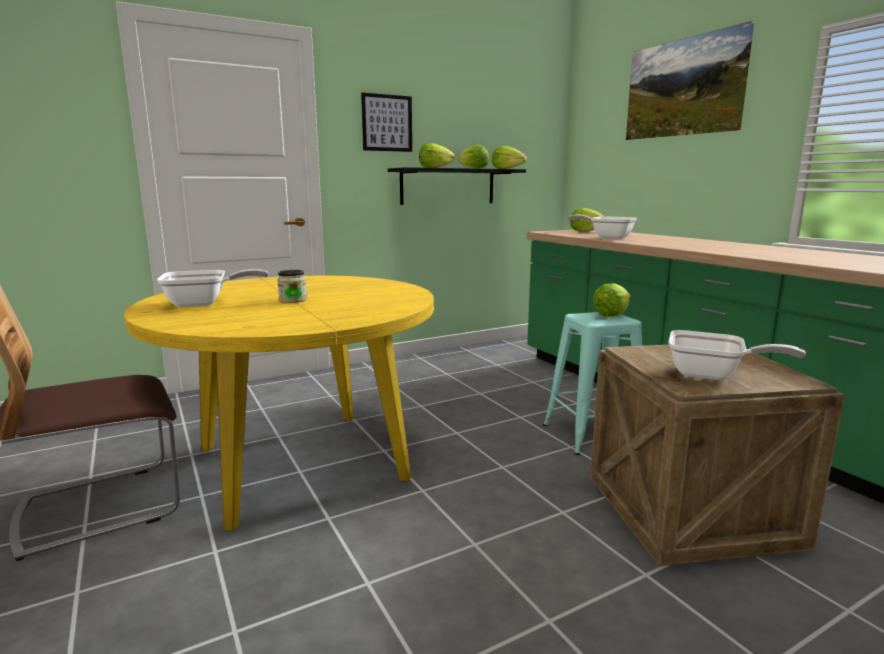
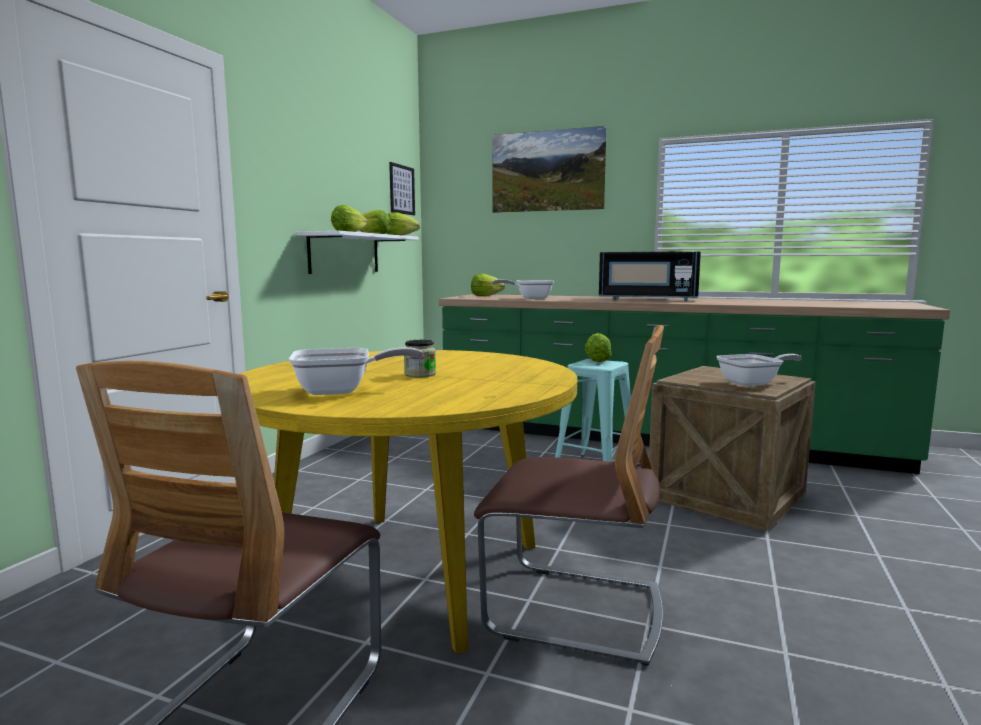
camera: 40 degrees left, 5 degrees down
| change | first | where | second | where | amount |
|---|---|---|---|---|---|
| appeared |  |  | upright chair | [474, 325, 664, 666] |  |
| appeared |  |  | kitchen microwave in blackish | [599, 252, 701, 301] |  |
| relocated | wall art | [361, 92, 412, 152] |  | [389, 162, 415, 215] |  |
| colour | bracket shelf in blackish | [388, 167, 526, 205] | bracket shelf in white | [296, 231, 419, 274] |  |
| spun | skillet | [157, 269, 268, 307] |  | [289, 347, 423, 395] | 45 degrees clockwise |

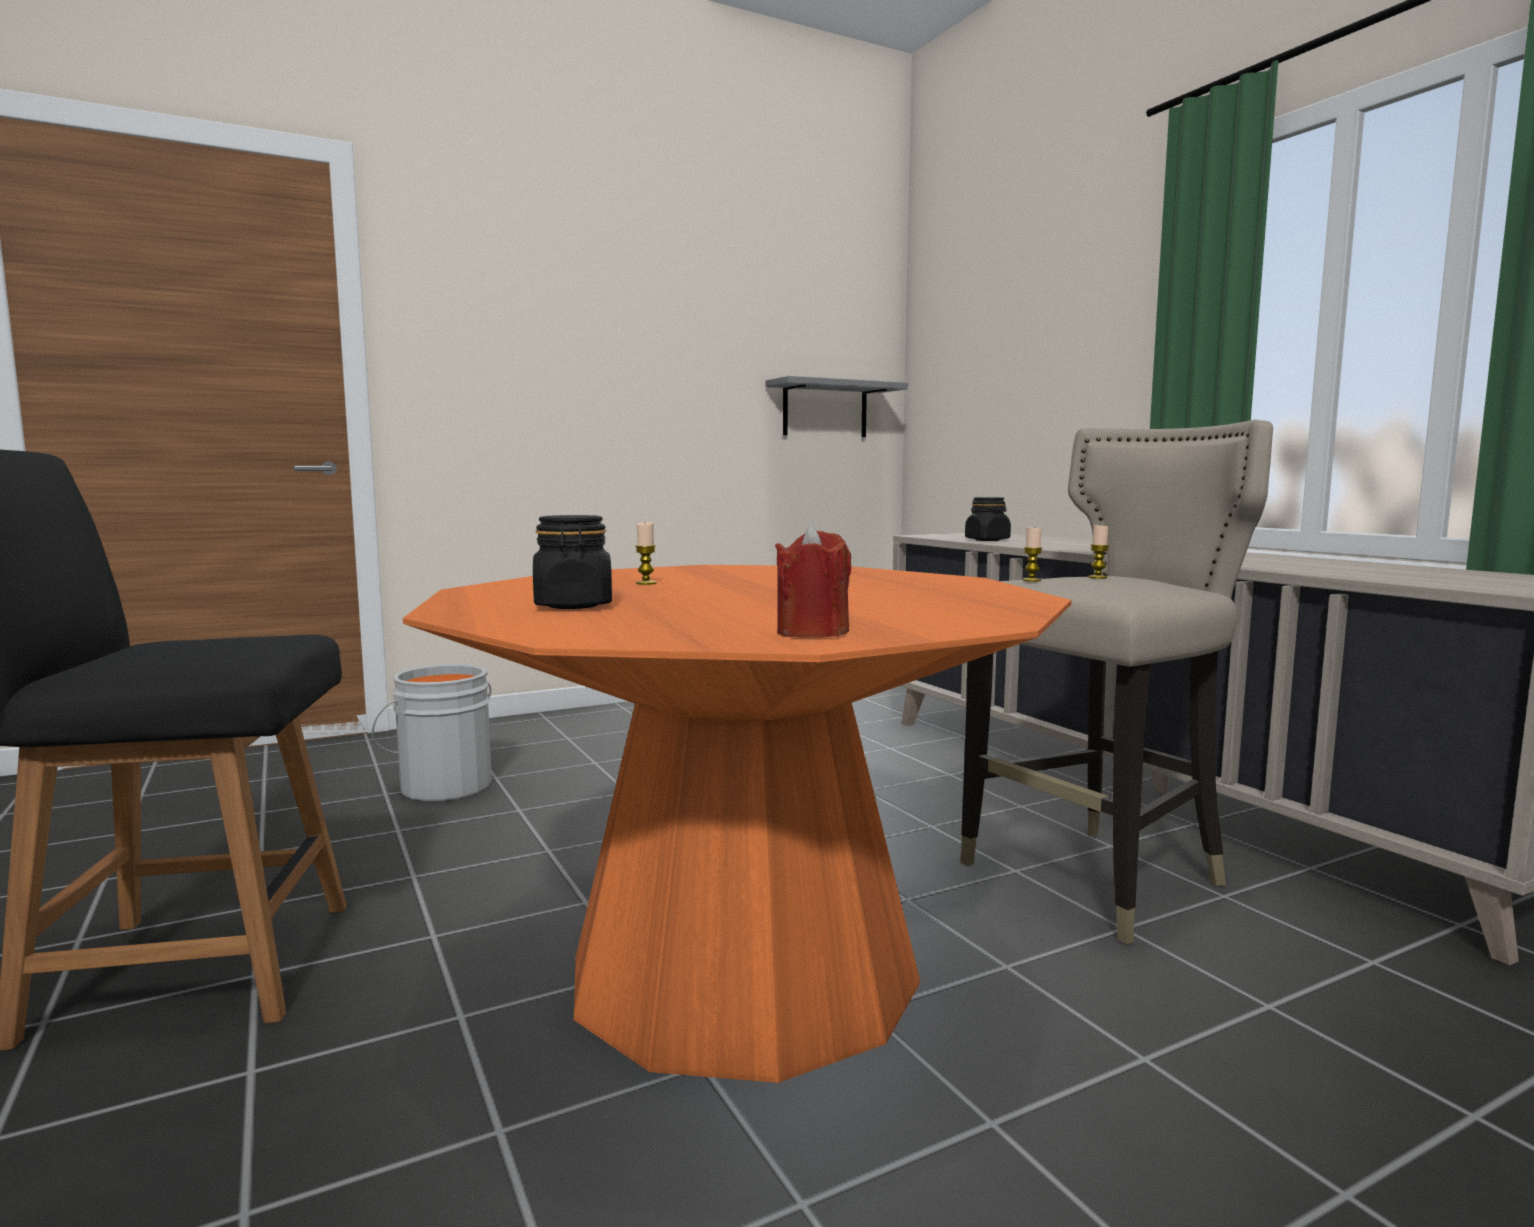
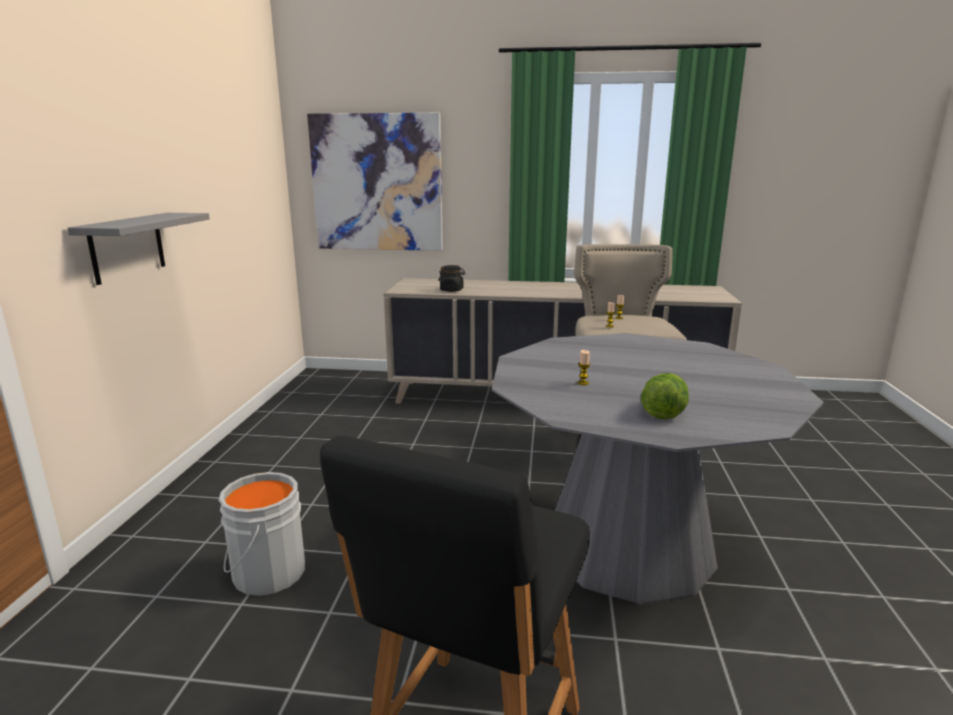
camera: 55 degrees left, 10 degrees up
| change | first | where | second | where | amount |
|---|---|---|---|---|---|
| missing | candle in reddish | [775, 525, 851, 638] |  |  |  |
| appeared |  |  | wall art | [307, 113, 443, 251] |  |
| relocated | bracket shelf in greyish | [766, 376, 908, 437] |  | [67, 213, 210, 285] |  |
| exchanged | preserve jar in blackish | [533, 515, 612, 609] | lettuce | [641, 373, 689, 420] |  |
| colour | kitchen table in orangey | [403, 565, 1072, 1083] | kitchen table in greyish | [492, 333, 824, 605] |  |

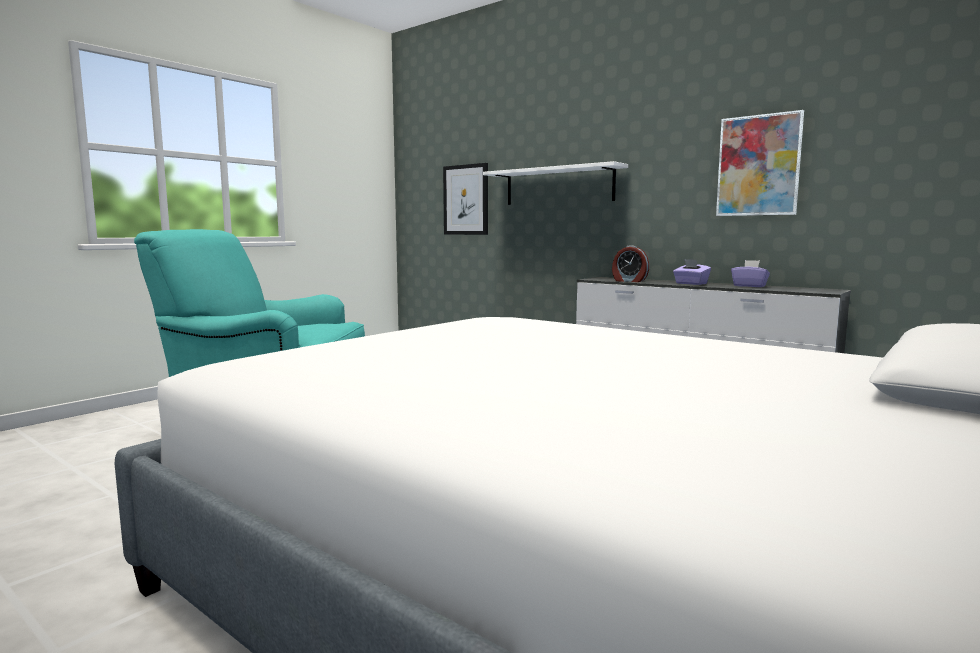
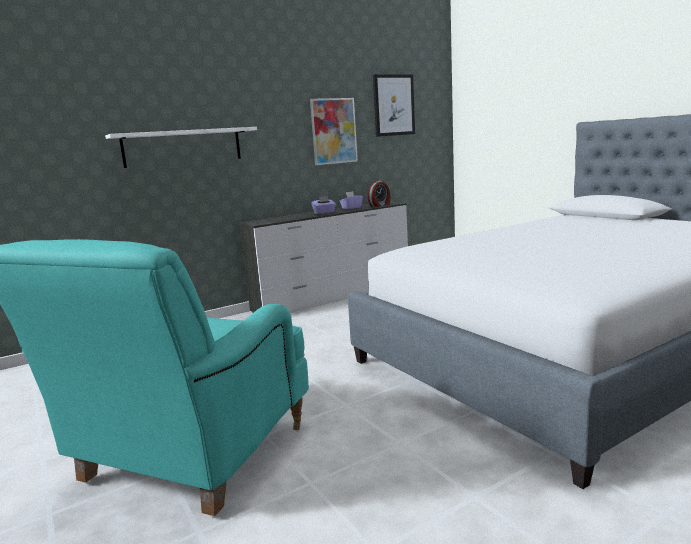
camera: 70 degrees left, 5 degrees up
| change | first | where | second | where | amount |
|---|---|---|---|---|---|
| relocated | wall art | [443, 163, 488, 235] |  | [373, 74, 415, 137] |  |
| relocated | table clock | [612, 245, 649, 282] |  | [368, 181, 391, 207] |  |

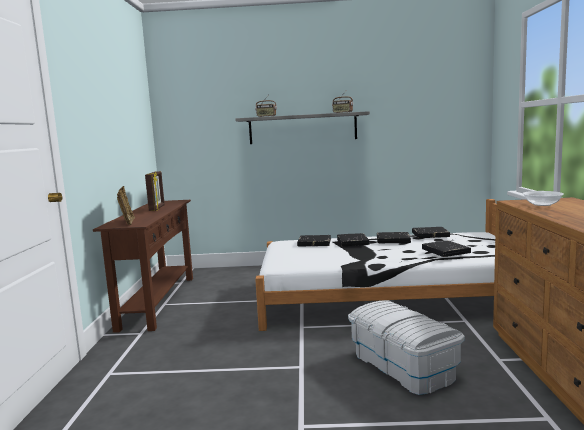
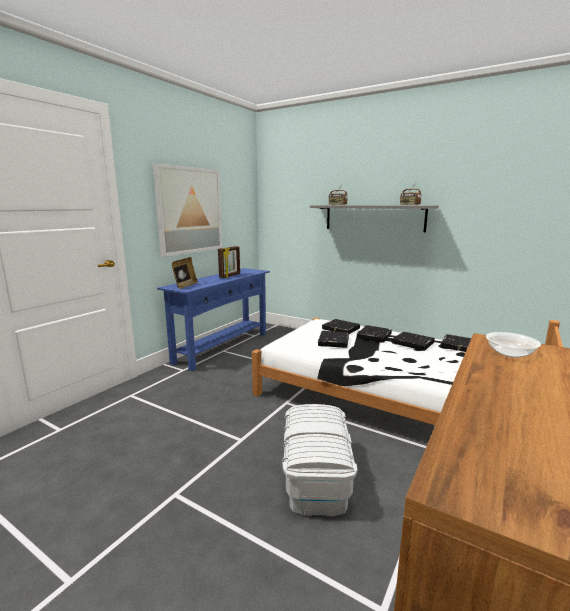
camera: 30 degrees right, 5 degrees up
| change | first | where | second | where | amount |
|---|---|---|---|---|---|
| appeared |  |  | wall art | [153, 163, 222, 257] |  |
| relocated | book in blackish | [422, 241, 471, 257] |  | [318, 331, 349, 348] |  |
| colour | narrow table in brownish | [93, 200, 193, 333] | narrow table in bluish | [157, 268, 270, 371] |  |

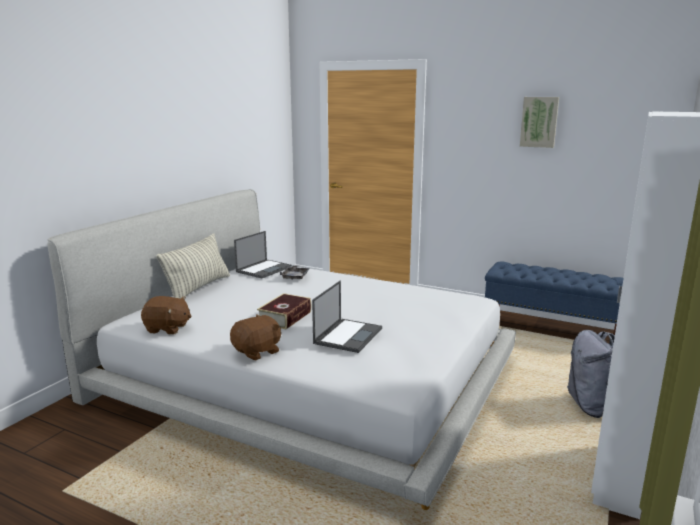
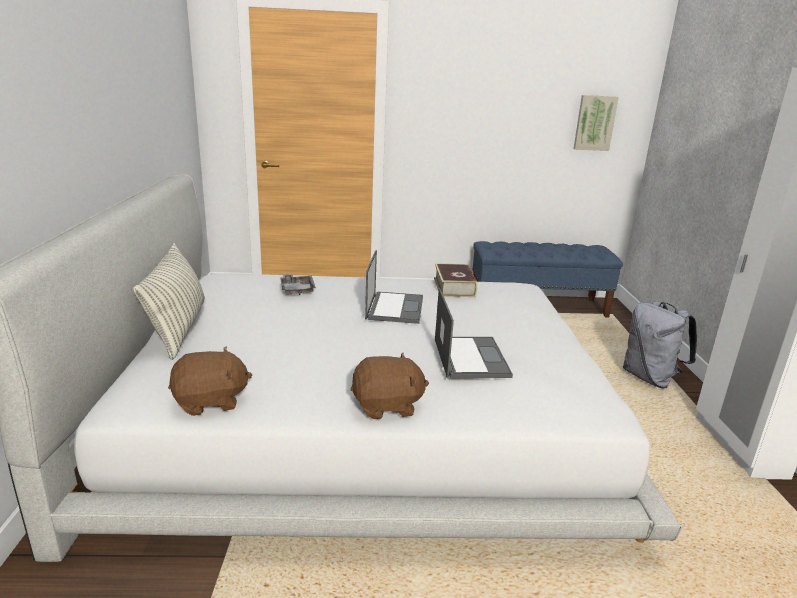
camera: 30 degrees left, 5 degrees up
| change | first | where | second | where | amount |
|---|---|---|---|---|---|
| relocated | notebook computer | [234, 231, 292, 279] |  | [365, 250, 423, 324] |  |
| relocated | book | [257, 293, 311, 329] |  | [434, 263, 477, 297] |  |
| relocated | wall art | [520, 97, 559, 148] |  | [573, 95, 619, 151] |  |
| spun | plush toy in brownish | [230, 314, 281, 360] |  | [351, 353, 429, 419] | 60 degrees clockwise |

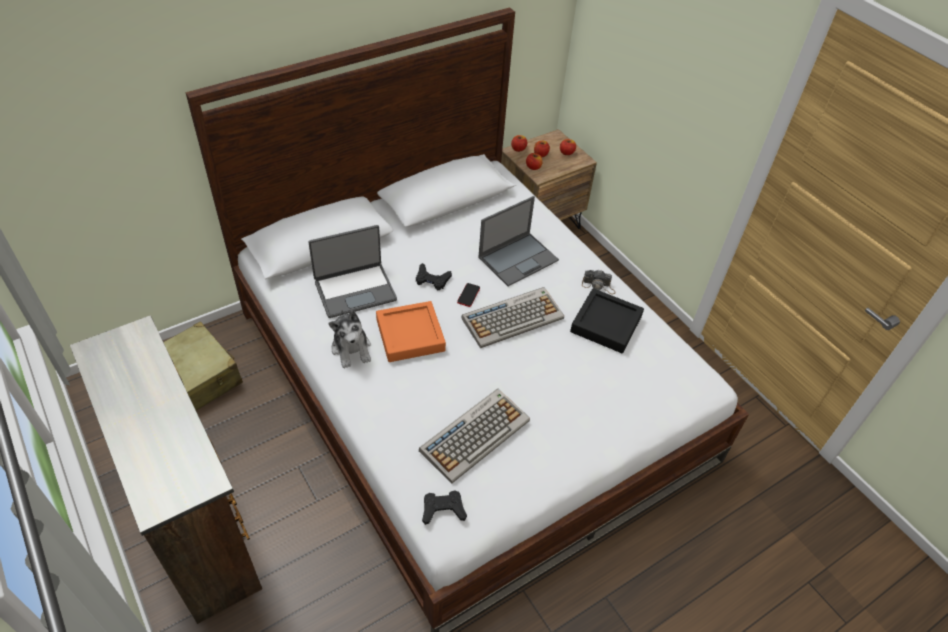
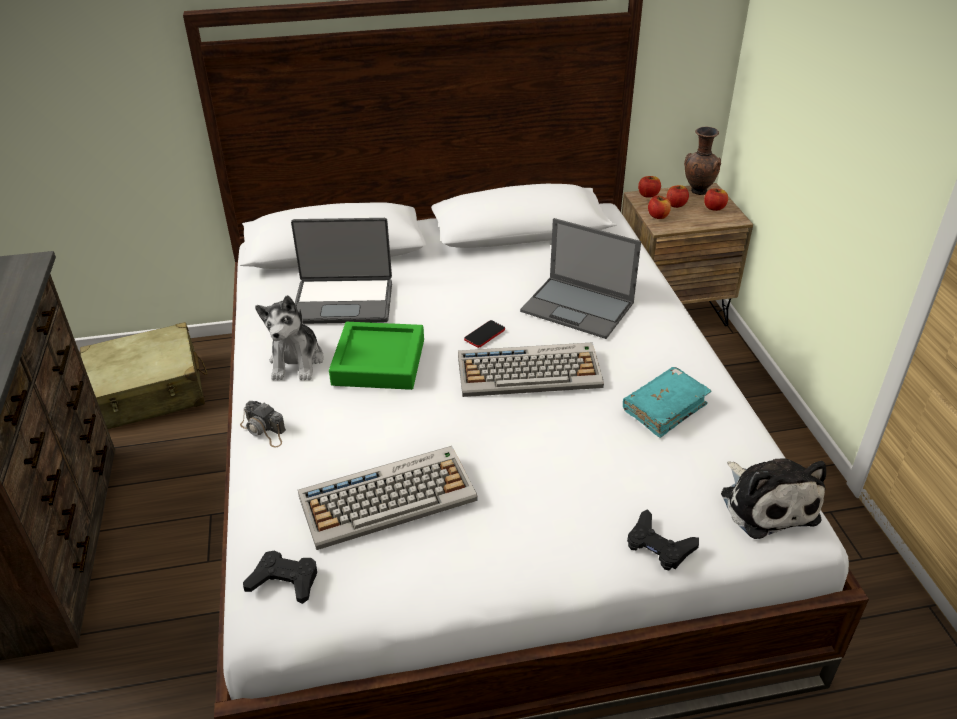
camera: 25 degrees right, 10 degrees down
| change | first | where | second | where | amount |
|---|---|---|---|---|---|
| appeared |  |  | decorative vase in brownish | [684, 127, 721, 195] |  |
| appeared |  |  | plush toy | [721, 458, 826, 539] |  |
| relocated | gamepad in blackish | [416, 263, 452, 290] |  | [627, 509, 699, 571] |  |
| relocated | photo camera | [582, 270, 616, 294] |  | [240, 401, 286, 448] |  |
| exchanged | serving tray in blackish | [570, 288, 644, 353] | book in turquoise | [623, 367, 711, 438] |  |
| colour | serving tray in orangey | [376, 301, 446, 362] | serving tray in greenish | [329, 322, 424, 390] |  |
| spun | notebook computer | [478, 196, 559, 286] |  | [520, 218, 641, 339] | 45 degrees clockwise |

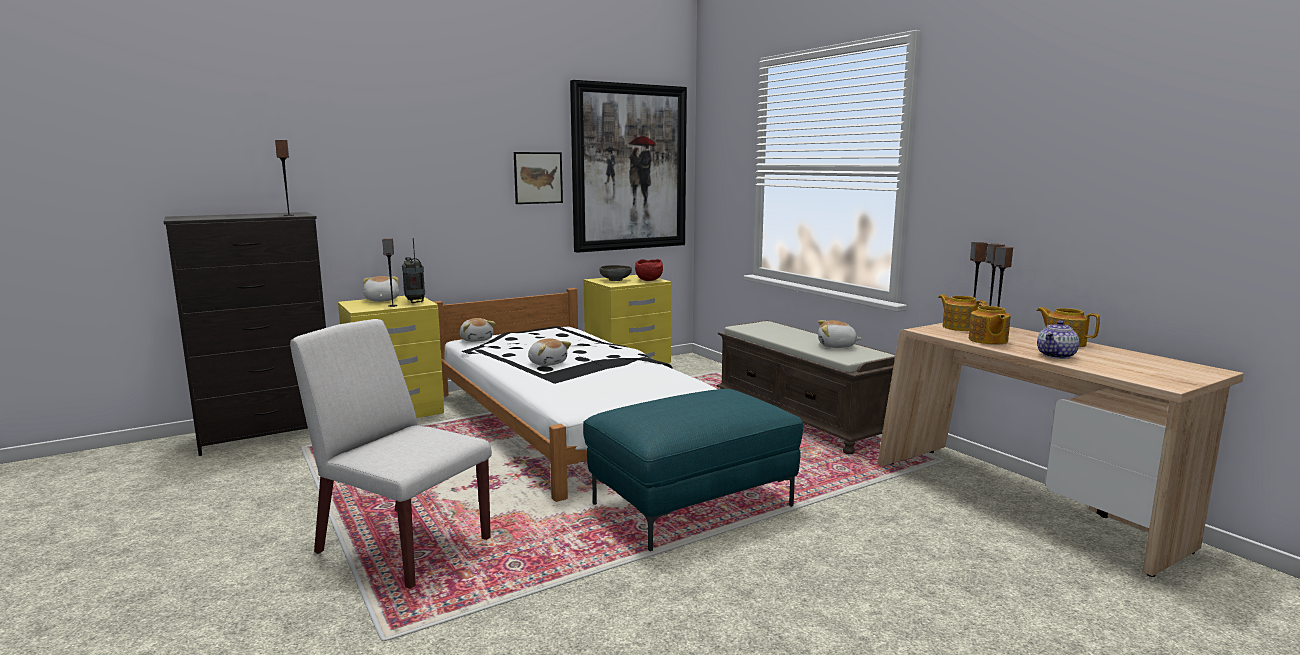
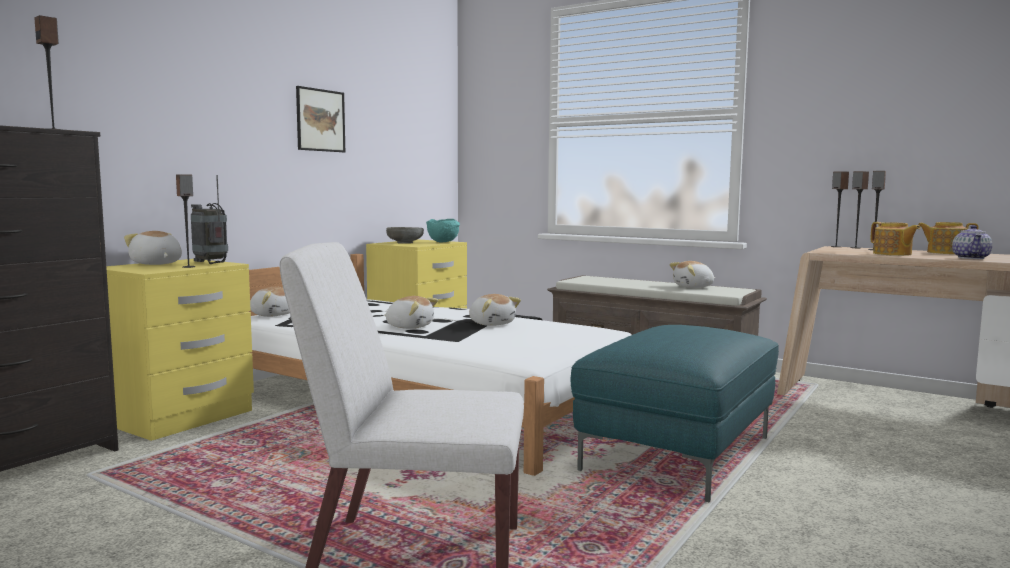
camera: 25 degrees left, 5 degrees down
| change | first | where | second | where | amount |
|---|---|---|---|---|---|
| missing | wall art | [570, 80, 687, 253] |  |  |  |
| missing | pot for tea | [938, 294, 987, 331] |  |  |  |
| appeared |  |  | plush toy | [469, 294, 521, 326] |  |
| colour | deep dish in reddish | [635, 259, 663, 281] | deep dish in turquoise | [426, 219, 460, 242] |  |

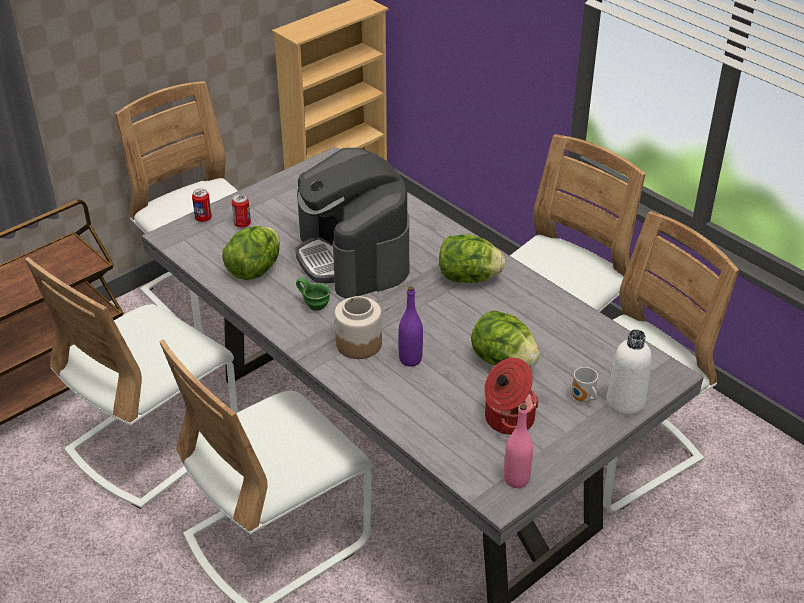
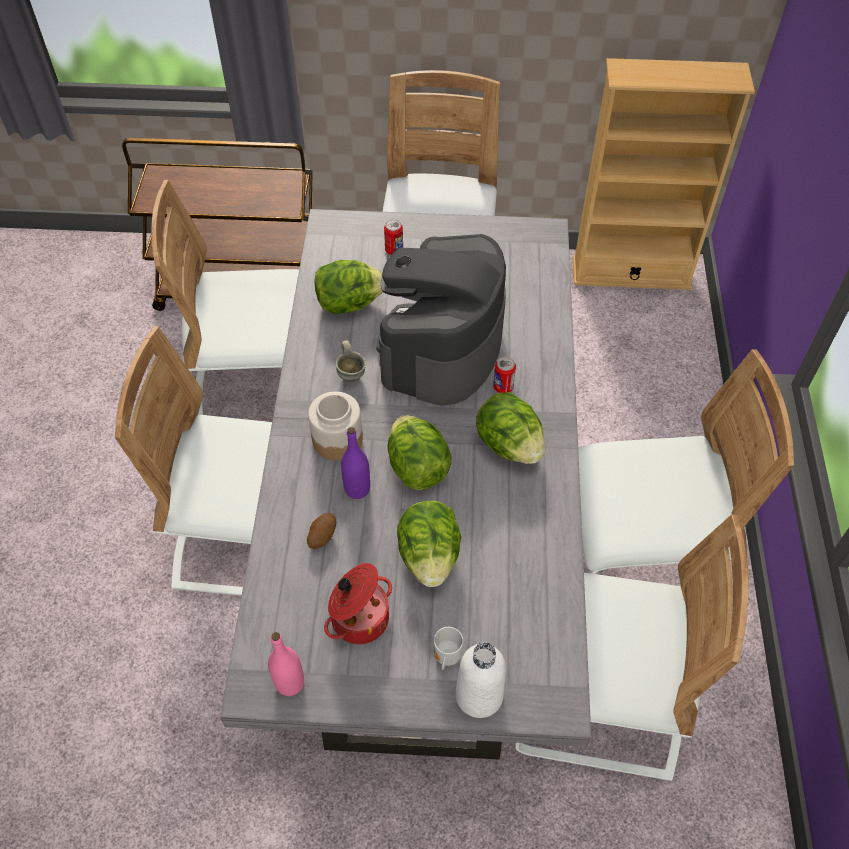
camera: 45 degrees right, 15 degrees up
| change | first | where | second | where | amount |
|---|---|---|---|---|---|
| appeared |  |  | spud | [307, 513, 336, 549] |  |
| appeared |  |  | lettuce | [387, 415, 452, 490] |  |
| relocated | metal can | [192, 188, 212, 222] |  | [493, 357, 516, 393] |  |
| colour | coffee mug in greenish | [296, 278, 331, 311] | coffee mug in greyish | [335, 340, 366, 382] |  |

